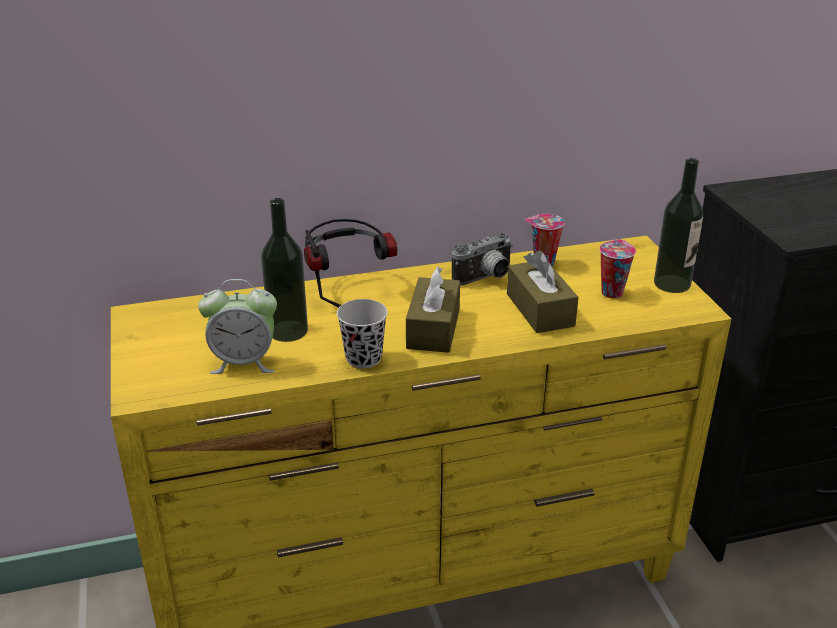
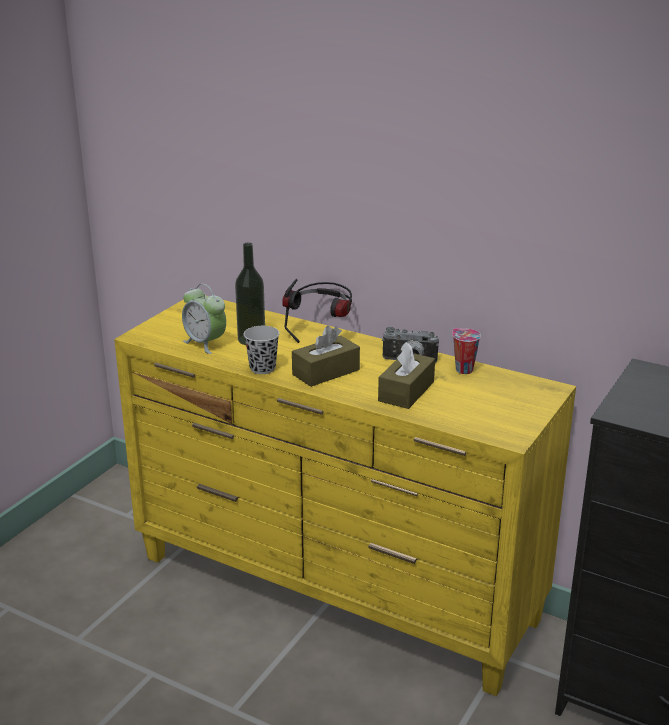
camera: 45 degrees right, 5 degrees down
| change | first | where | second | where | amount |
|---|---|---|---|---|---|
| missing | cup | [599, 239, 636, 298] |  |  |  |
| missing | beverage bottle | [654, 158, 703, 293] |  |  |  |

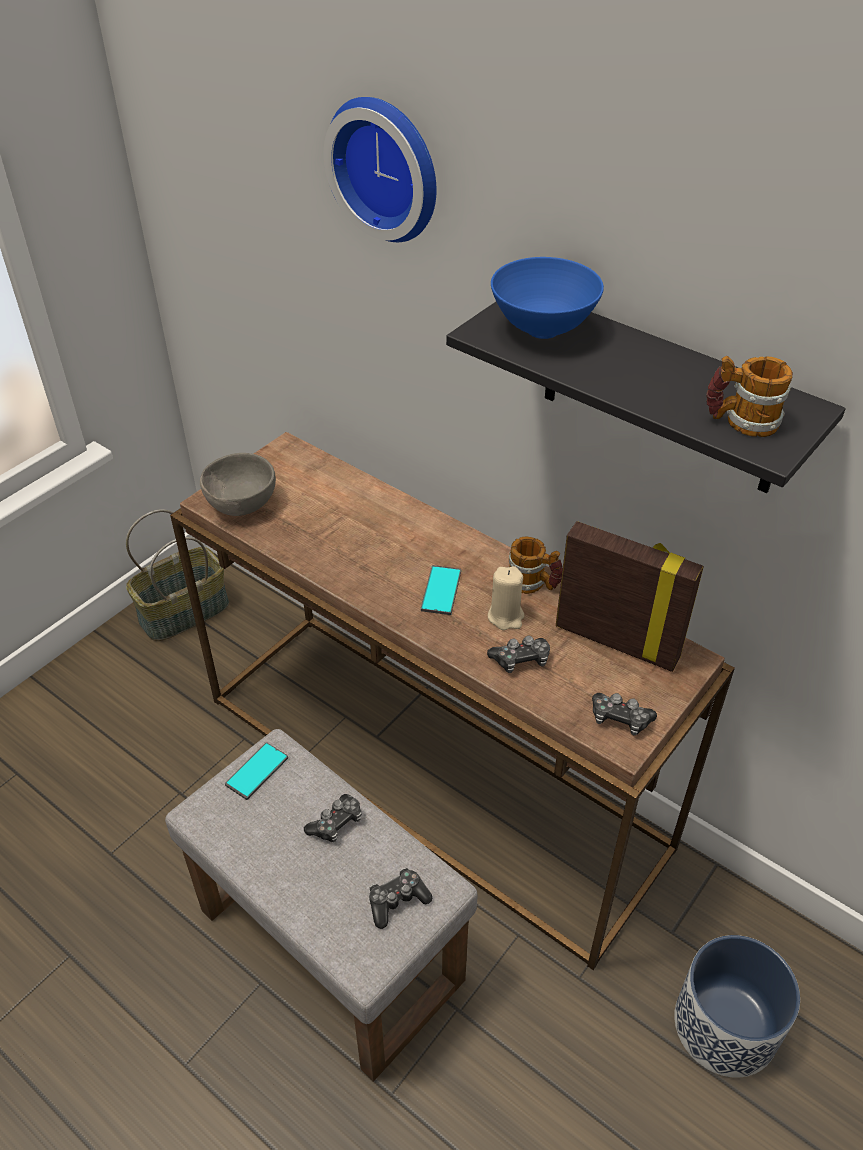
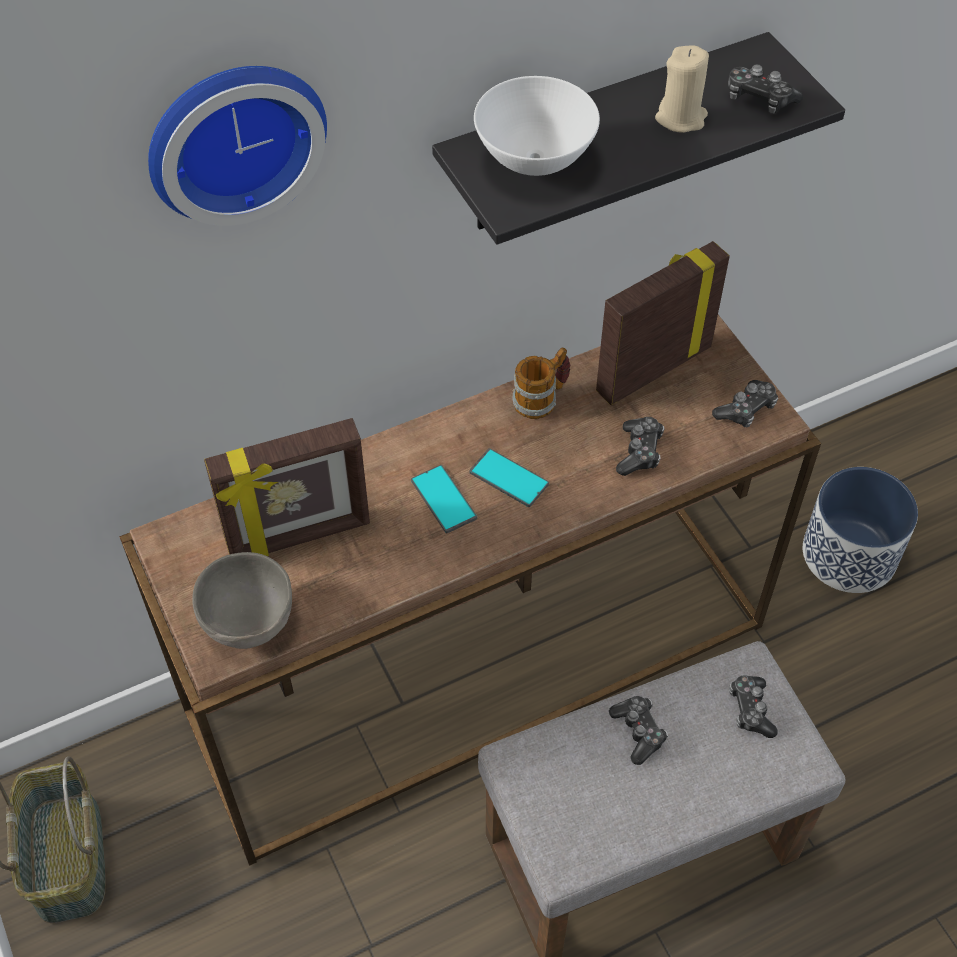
camera: 65 degrees left, 10 degrees up
| change | first | where | second | where | amount |
|---|---|---|---|---|---|
| appeared |  |  | standing frame | [204, 418, 370, 556] |  |
| relocated | telephone | [225, 742, 288, 800] |  | [411, 465, 477, 533] |  |
| relocated | candle in sand-coloured | [488, 566, 524, 630] |  | [655, 46, 709, 133] |  |
| exchanged | coffee mug | [706, 356, 793, 437] | gamepad | [728, 64, 803, 114] |  |
| colour | deep dish in bluish | [491, 257, 604, 339] | deep dish in white | [474, 76, 600, 176] |  |

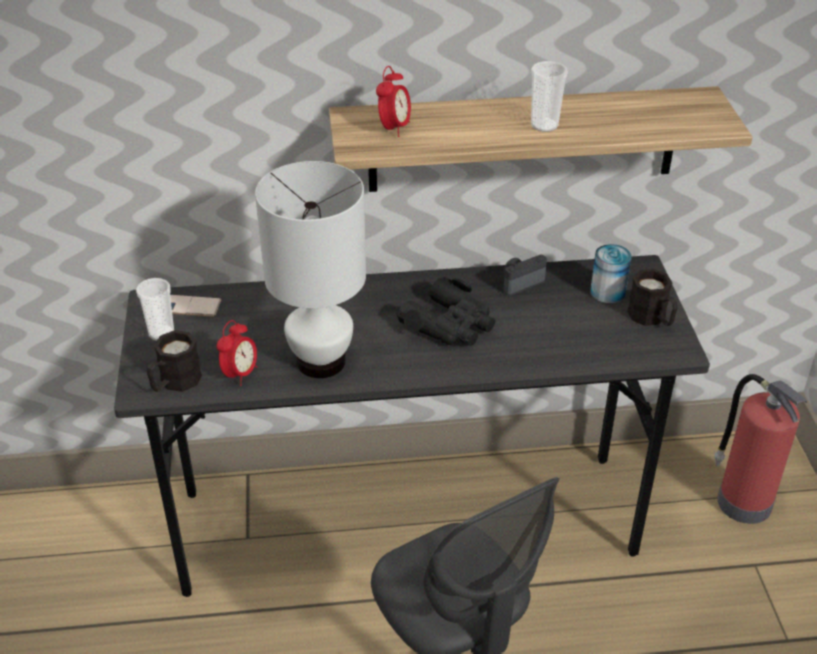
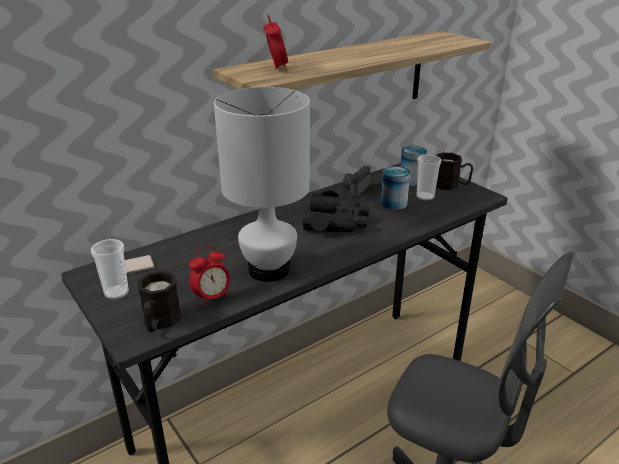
camera: 30 degrees left, 10 degrees down
| change | first | where | second | where | amount |
|---|---|---|---|---|---|
| missing | fire extinguisher | [714, 374, 808, 524] |  |  |  |
| appeared |  |  | metal can | [381, 166, 410, 210] |  |
| relocated | cup | [531, 61, 568, 132] |  | [416, 154, 441, 200] |  |
| spun | table clock | [217, 320, 257, 386] |  | [189, 245, 230, 307] | 60 degrees clockwise |

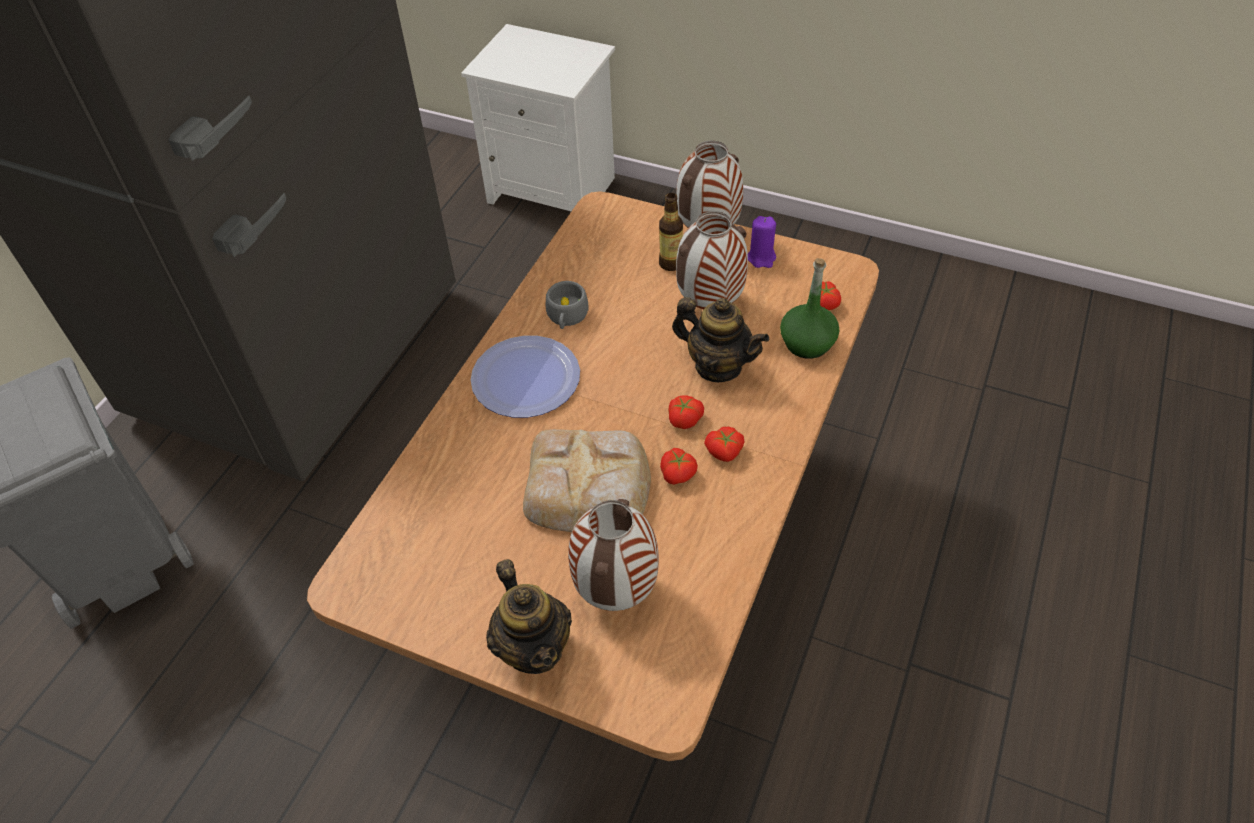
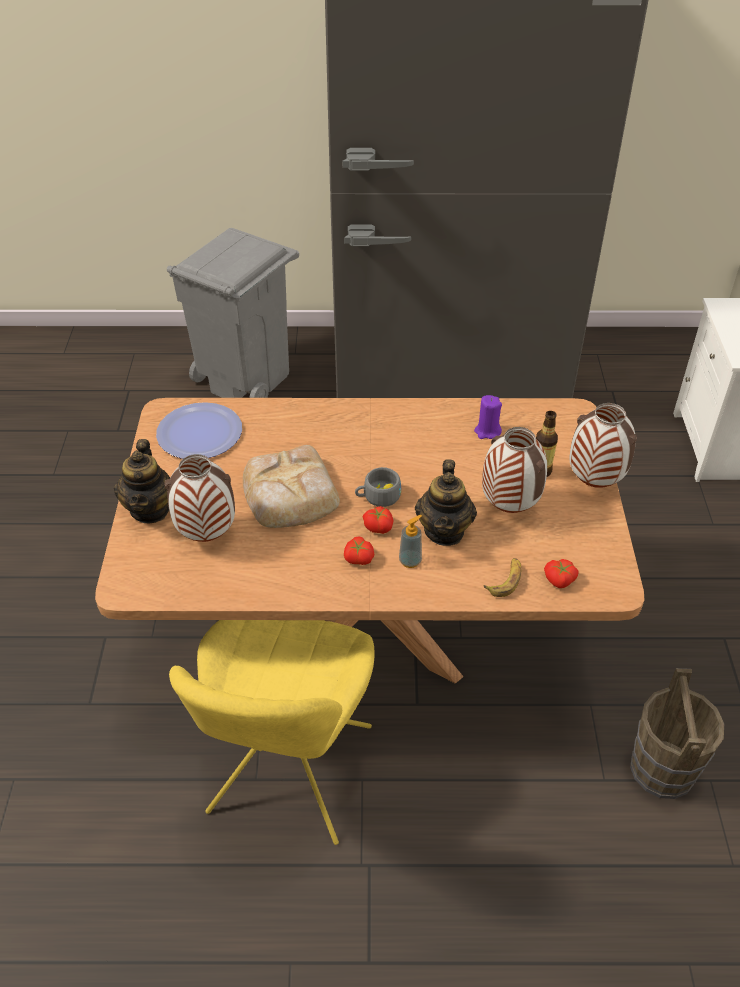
camera: 65 degrees right, 5 degrees down
| change | first | where | second | where | amount |
|---|---|---|---|---|---|
| missing | whole tomato | [660, 448, 698, 485] |  |  |  |
| appeared |  |  | upright chair in yellow | [169, 620, 375, 845] |  |
| appeared |  |  | soap bottle | [399, 515, 422, 568] |  |
| appeared |  |  | water bucket in brownish | [630, 668, 724, 799] |  |
| relocated | flat dish | [471, 336, 580, 418] |  | [156, 402, 242, 459] |  |
| relocated | cup in greyish | [546, 281, 589, 329] |  | [355, 467, 401, 507] |  |
| relocated | candle in purple | [748, 216, 776, 268] |  | [474, 395, 502, 439] |  |
| exchanged | beverage bottle in greenish | [780, 258, 839, 359] | banana fruit | [484, 558, 521, 597] |  |
| spun | pot for tea | [486, 559, 572, 674] |  | [114, 439, 170, 524] | 45 degrees counterclockwise |

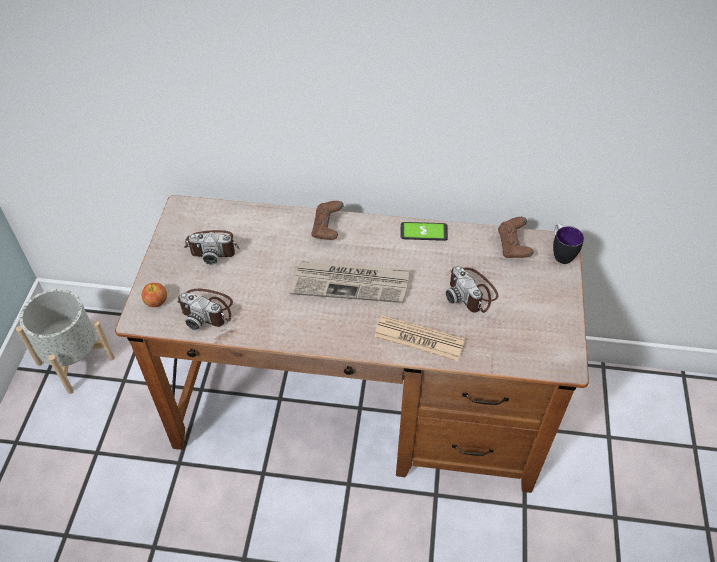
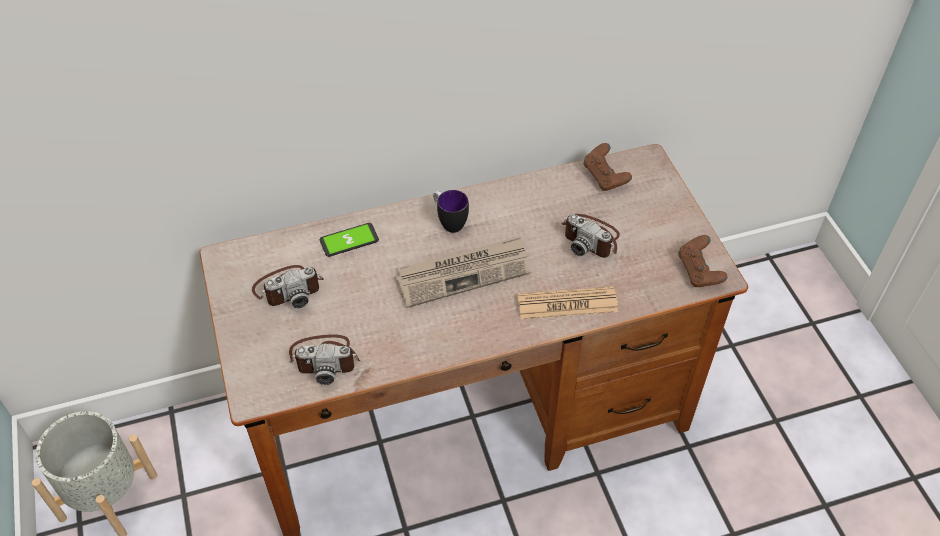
camera: 25 degrees left, 0 degrees up
| change | first | where | second | where | amount |
|---|---|---|---|---|---|
| missing | apple | [141, 283, 167, 307] |  |  |  |
| relocated | gamepad in brownish | [311, 201, 344, 240] |  | [678, 235, 728, 287] |  |
| relocated | telephone | [401, 222, 448, 241] |  | [320, 223, 379, 257] |  |
| relocated | coffee mug | [553, 224, 584, 264] |  | [433, 190, 469, 233] |  |

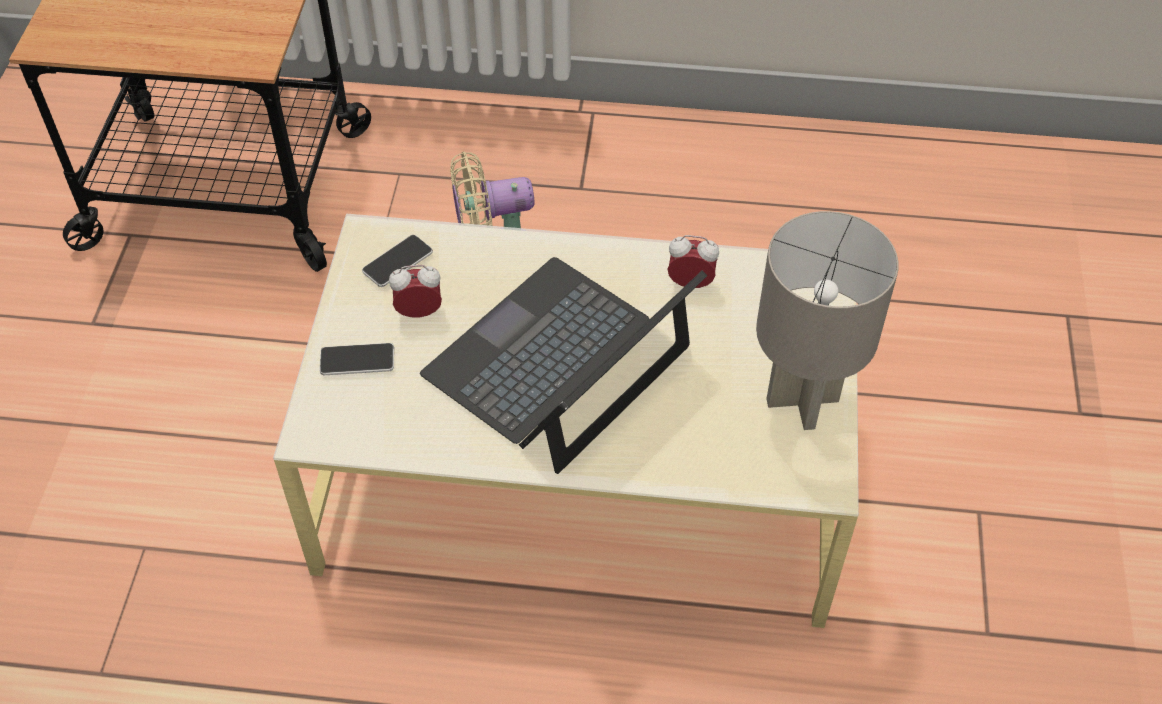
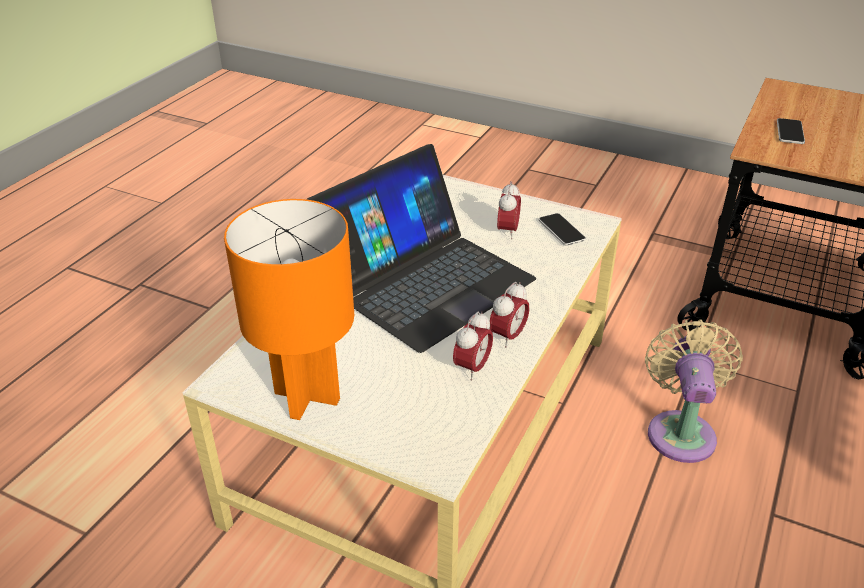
camera: 110 degrees right, 15 degrees down
| change | first | where | second | where | amount |
|---|---|---|---|---|---|
| appeared |  |  | table clock | [490, 282, 529, 348] |  |
| relocated | telephone | [320, 343, 394, 375] |  | [777, 118, 805, 144] |  |
| colour | table lamp in greyish | [756, 211, 899, 430] | table lamp in orangey | [224, 199, 354, 420] |  |
| spun | notebook computer | [420, 257, 707, 474] |  | [306, 144, 536, 353] | 75 degrees clockwise |

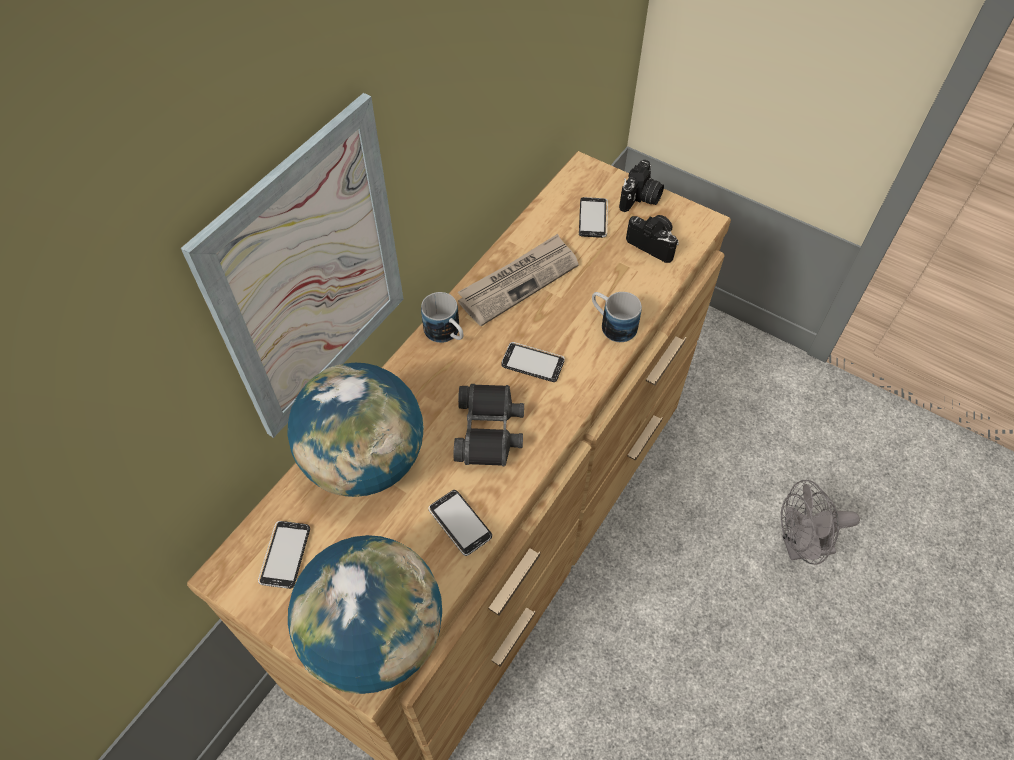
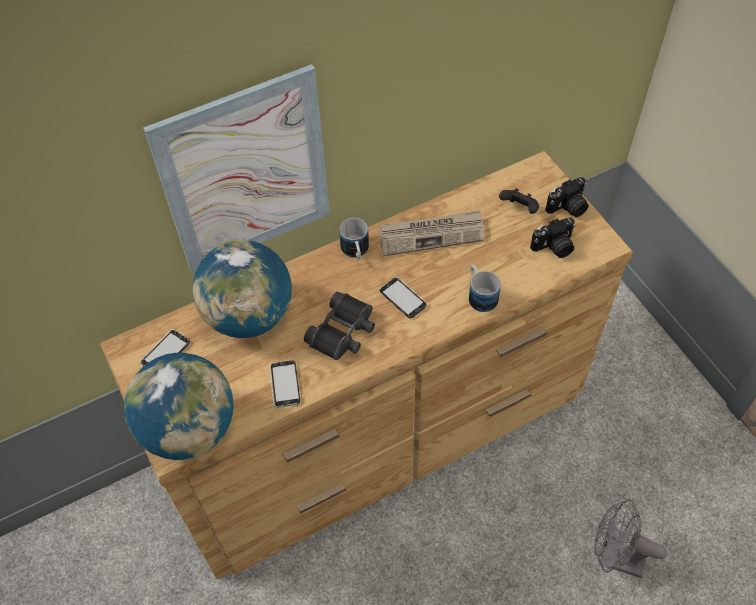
camera: 30 degrees right, 0 degrees up
| change | first | where | second | where | amount |
|---|---|---|---|---|---|
| exchanged | telephone | [579, 197, 608, 238] | gamepad in blackish | [499, 188, 539, 214] |  |
| spun | photo camera | [626, 215, 679, 263] |  | [530, 217, 575, 258] | 90 degrees clockwise |

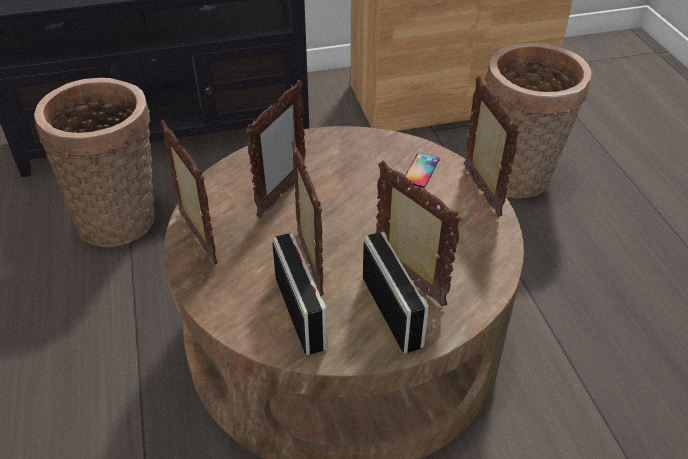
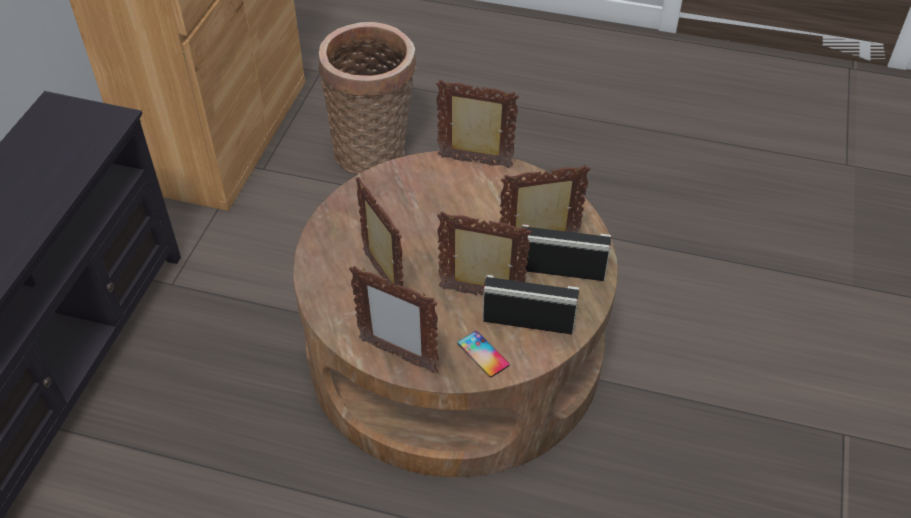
camera: 60 degrees left, 5 degrees up
| change | first | where | second | where | amount |
|---|---|---|---|---|---|
| missing | storage basket | [34, 78, 155, 248] |  |  |  |
| relocated | telephone | [405, 153, 440, 188] |  | [458, 331, 510, 377] |  |
| spun | standing frame | [160, 120, 218, 265] |  | [349, 266, 439, 373] | 150 degrees counterclockwise |

